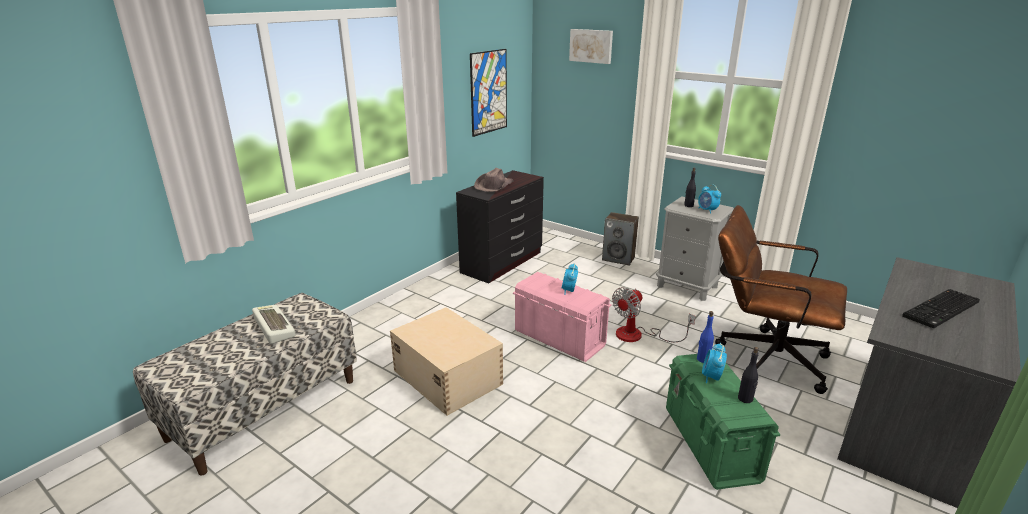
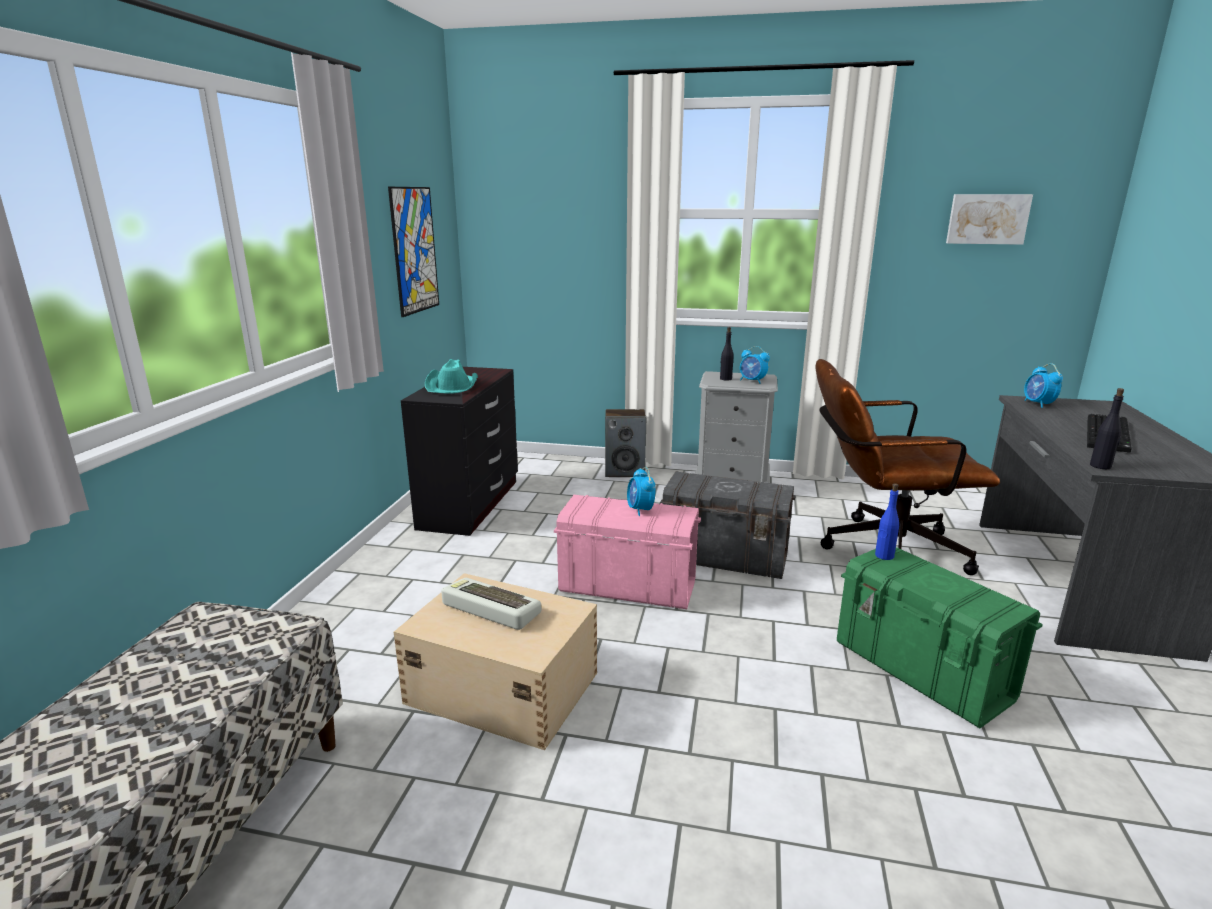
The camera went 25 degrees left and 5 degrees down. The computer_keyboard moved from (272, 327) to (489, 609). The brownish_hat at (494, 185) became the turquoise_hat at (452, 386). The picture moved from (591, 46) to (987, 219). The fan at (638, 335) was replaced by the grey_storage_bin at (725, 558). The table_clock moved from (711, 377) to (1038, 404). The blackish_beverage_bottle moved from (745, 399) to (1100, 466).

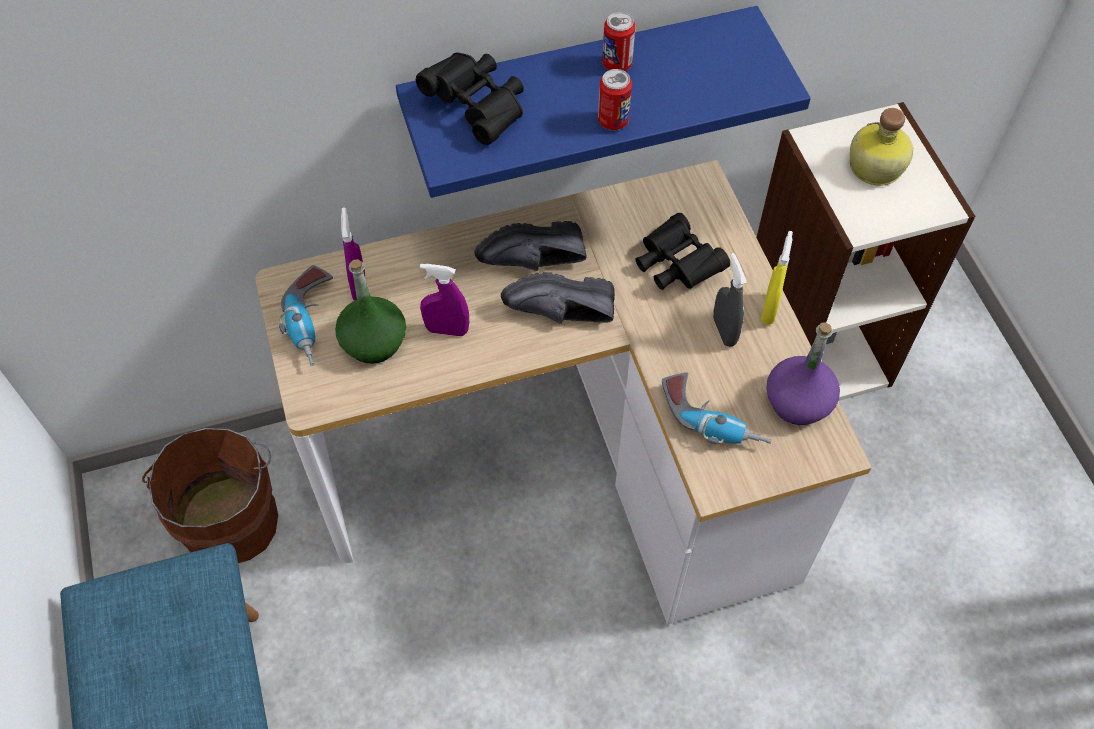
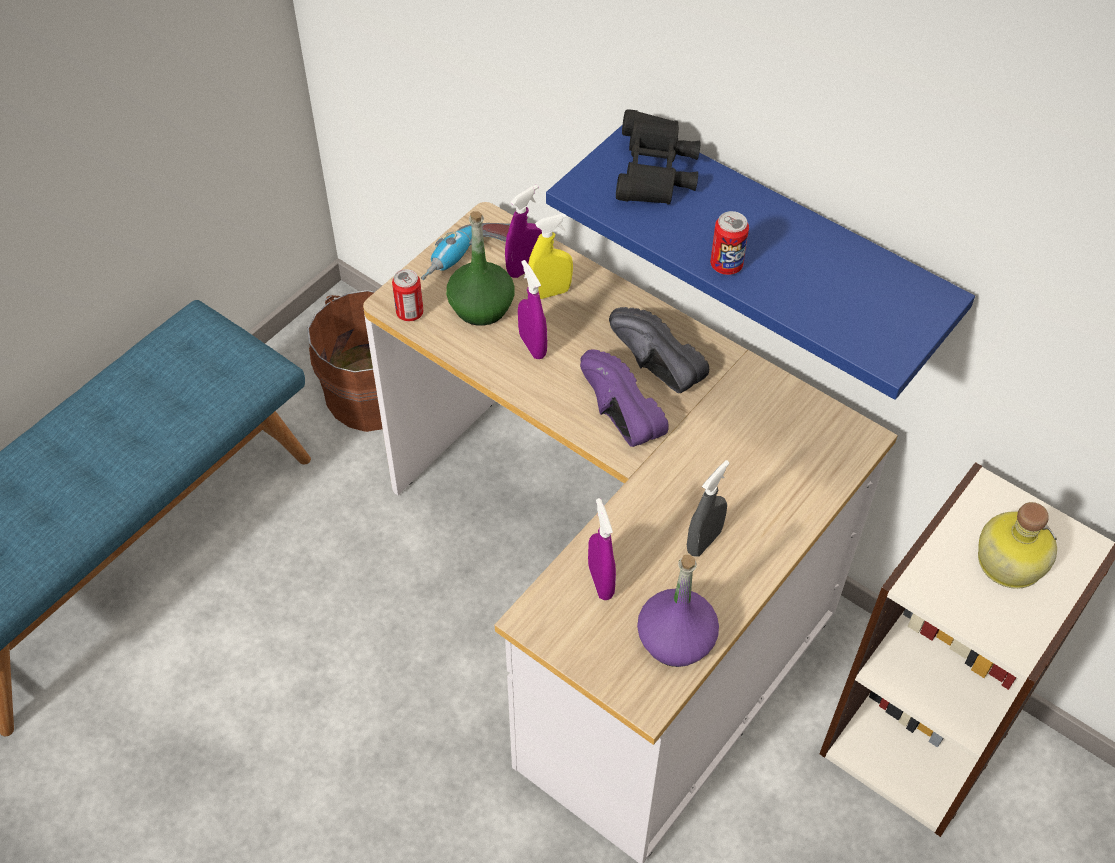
The camera went 55 degrees right and 5 degrees down. The blackish_low_shoe at (561, 316) became the purple-coloured_low_shoe at (614, 414). The can moved from (617, 64) to (410, 313). The blackish_field_glasses at (676, 265) disappeared. The power_drill at (713, 419) was replaced by the purple-coloured_sprayer at (600, 582). The yellow_sprayer moved from (769, 309) to (550, 292).

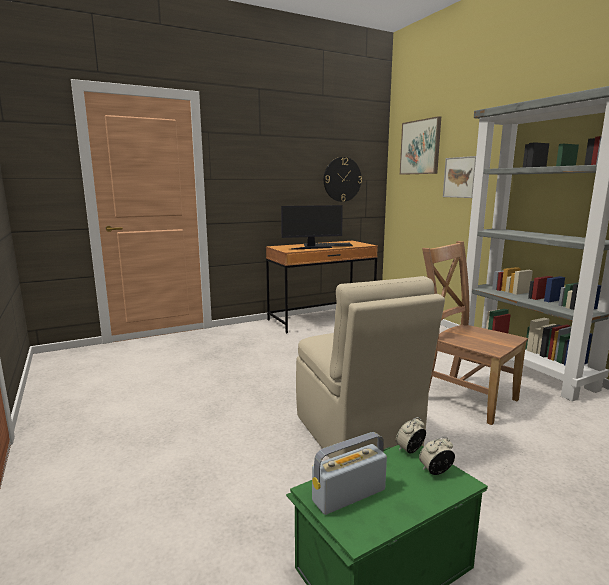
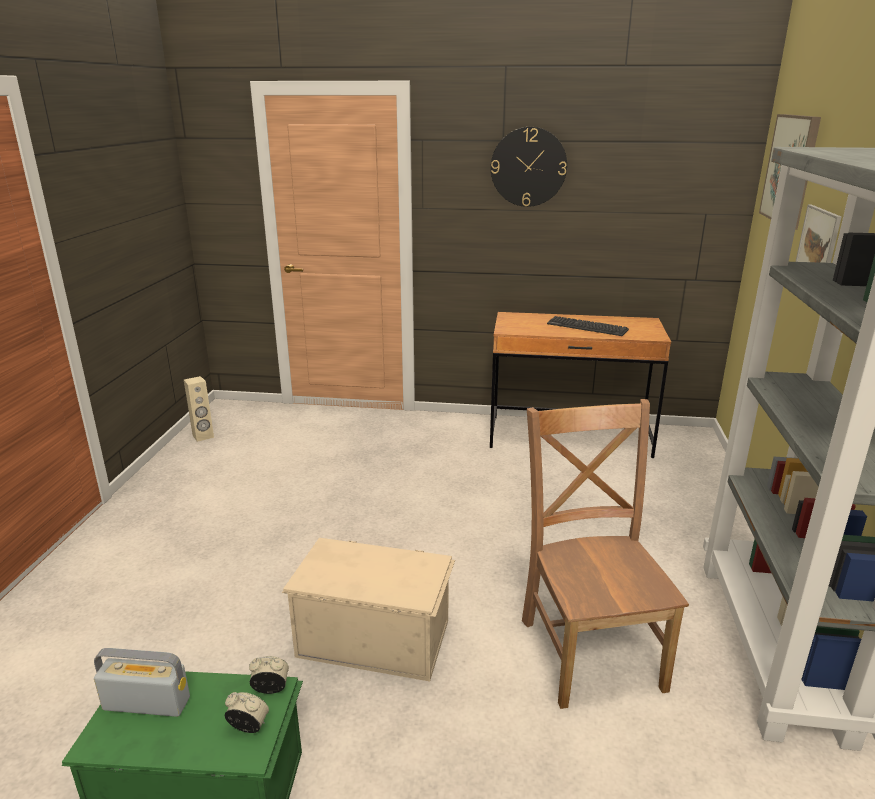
The camera went 35 degrees right and 10 degrees up. The monitor at (311, 248) disappeared. The beige-coloured_plain_chair at (356, 436) was replaced by the beige-coloured_storage_bin at (373, 636). The clock_on_the_wall moved from (342, 179) to (528, 167). The beige-coloured_loudspeaker at (203, 436) appeared.

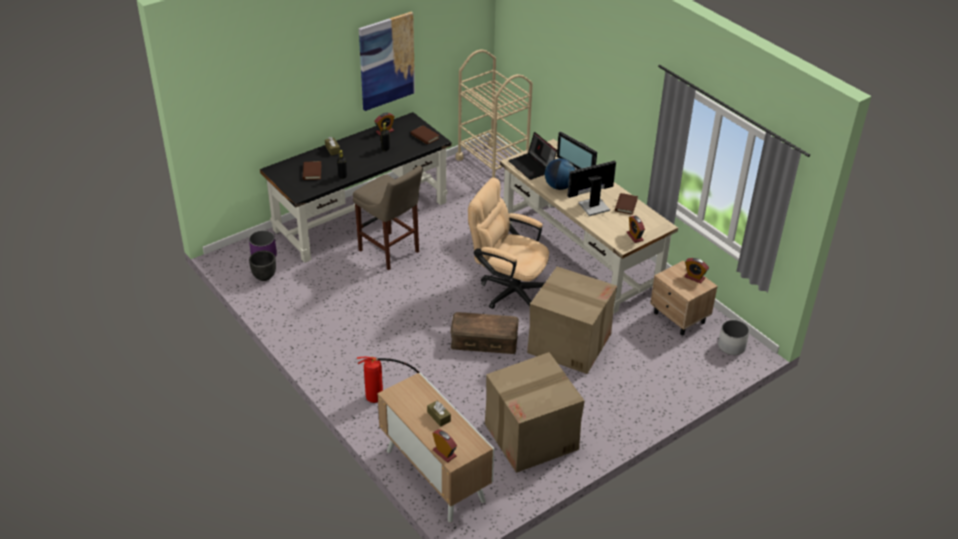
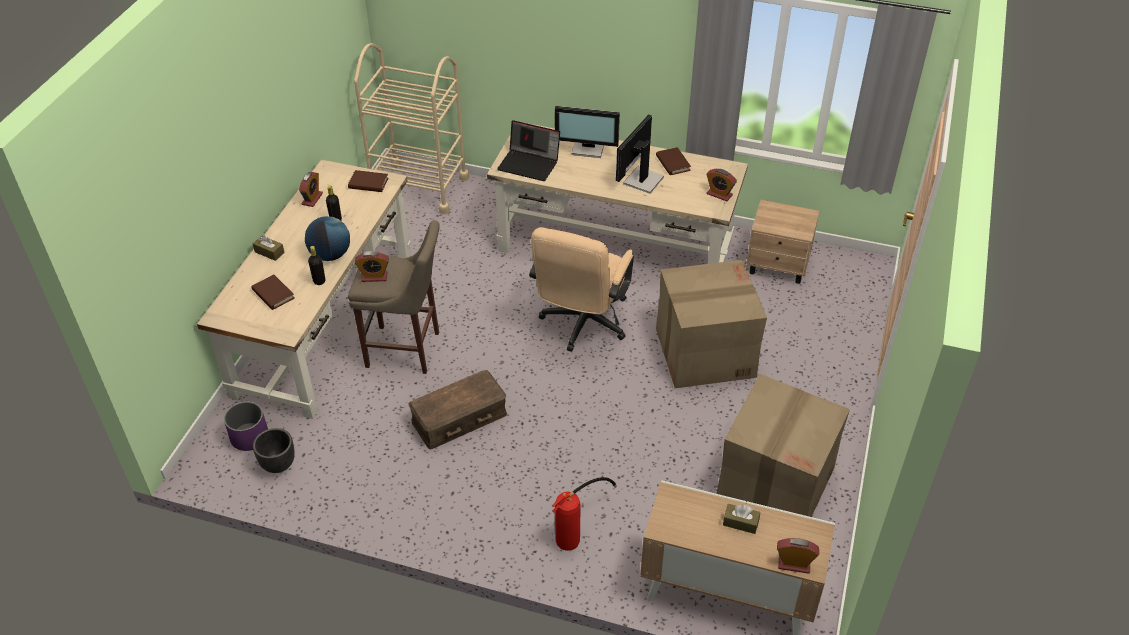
The camera went 35 degrees left and 5 degrees up. The blackish_desk_table at (361, 215) became the beige-coloured_desk_table at (325, 322). The picture at (386, 61) disappeared. The brownish_storage_bin moved from (484, 341) to (459, 418). The beige-coloured_desk_chair at (508, 289) turned 60 degrees counterclockwise. The world_globe moved from (559, 186) to (330, 255). The table_clock moved from (694, 277) to (374, 277). The white-coloured_flower_pot at (731, 346) disappeared.

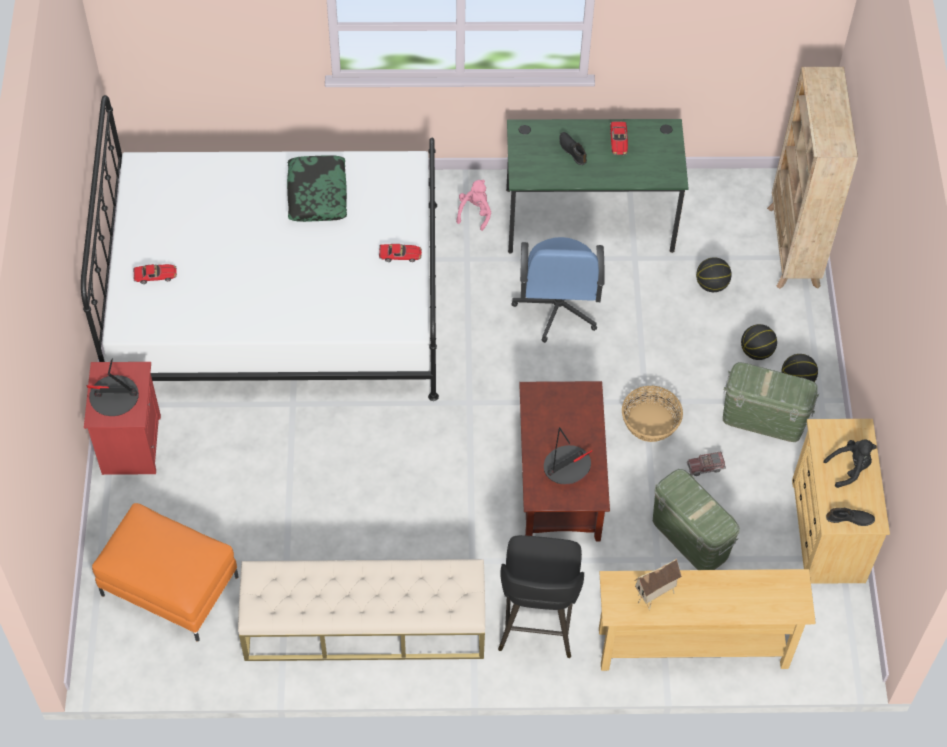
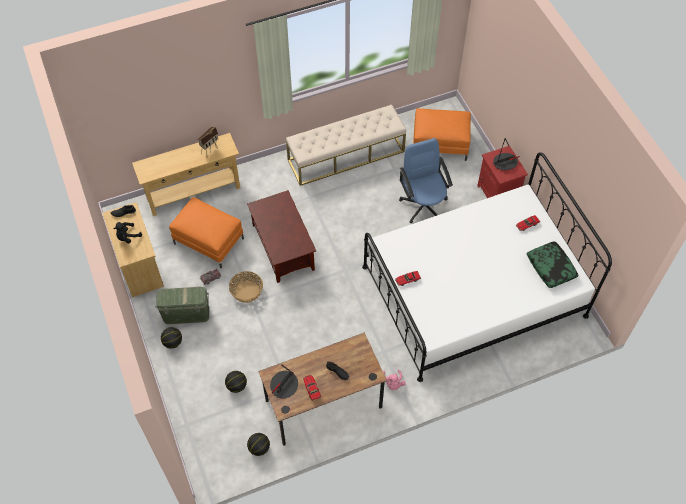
The camera went 160 degrees right and 0 degrees up. The cushion moved from (317, 194) to (551, 267). The blackish_sitting_stool at (537, 624) disappeared. The green-coloured_desk_table at (589, 219) became the brownish_desk_table at (323, 403). The bluish_desk_chair moved from (557, 308) to (423, 205). The lamp_for_a_table moved from (567, 466) to (284, 385). The green-coloured_storage_bin at (690, 537) was replaced by the orange-coloured_pouffe at (208, 241). The basketball_ball moved from (756, 351) to (259, 448). The beige-coloured_bookcase at (792, 247) disappeared.

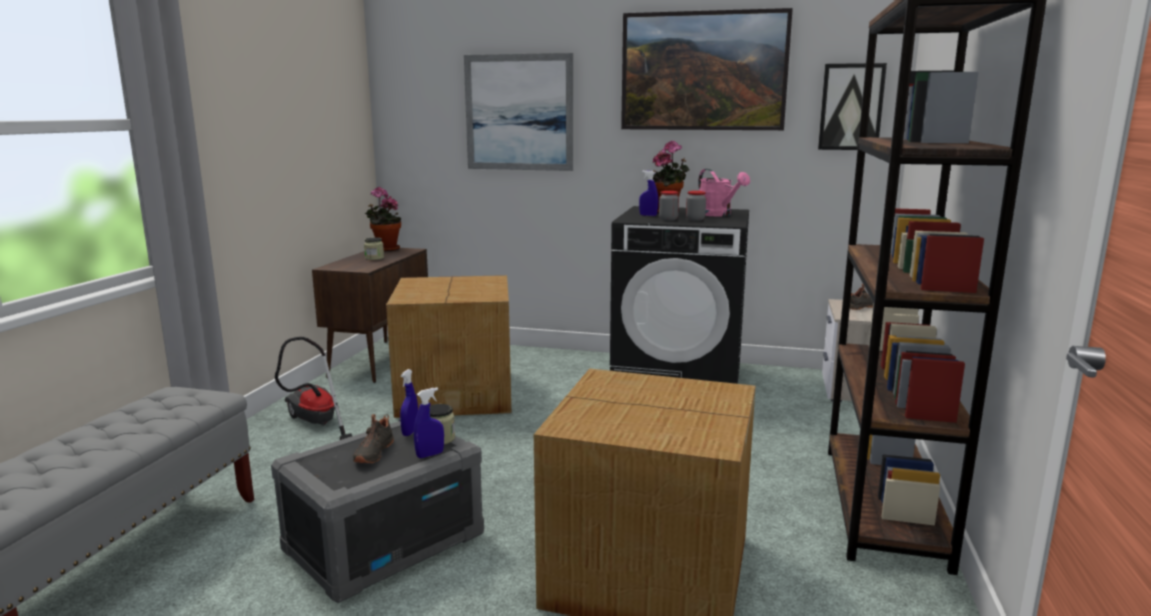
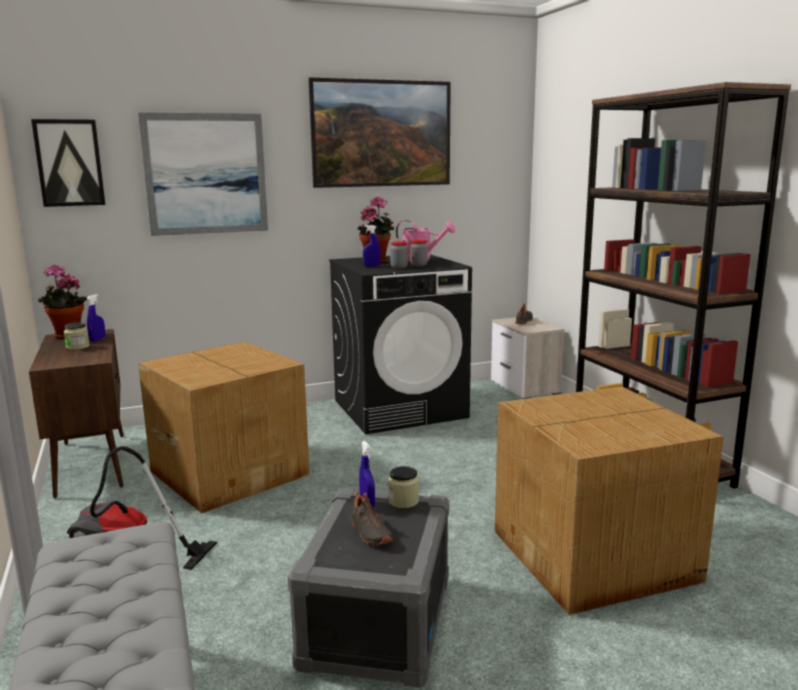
The camera went 35 degrees left and 0 degrees up. The bluish_sprayer moved from (430, 455) to (97, 340). The picture moved from (851, 107) to (69, 163).

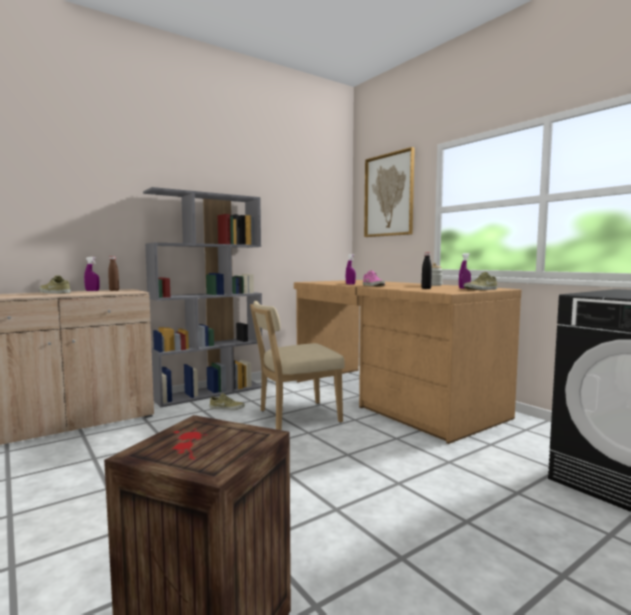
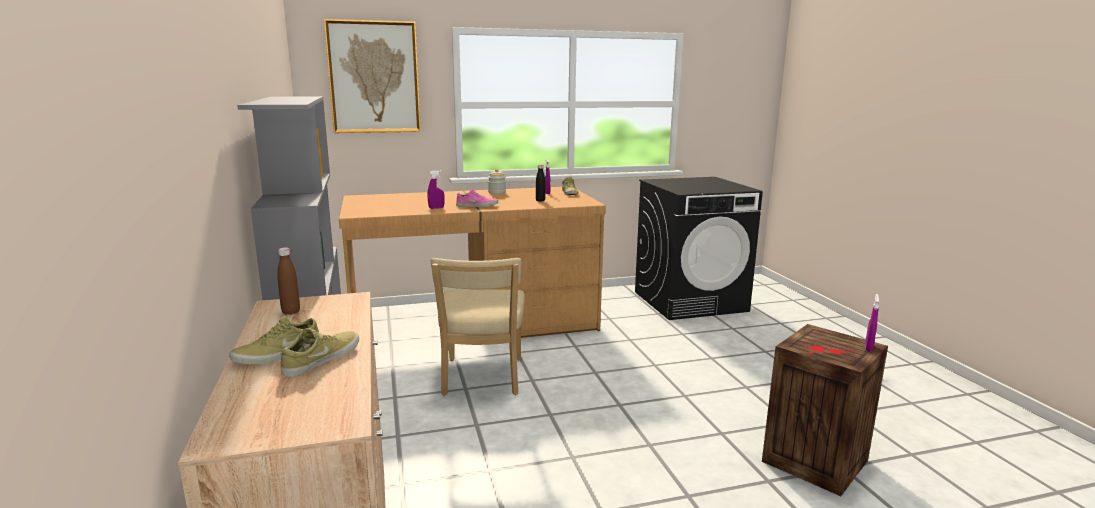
The camera went 70 degrees left and 10 degrees up. The purple-coloured_sprayer moved from (92, 291) to (868, 347). The beige-coloured_low_shoe moved from (227, 408) to (321, 359).

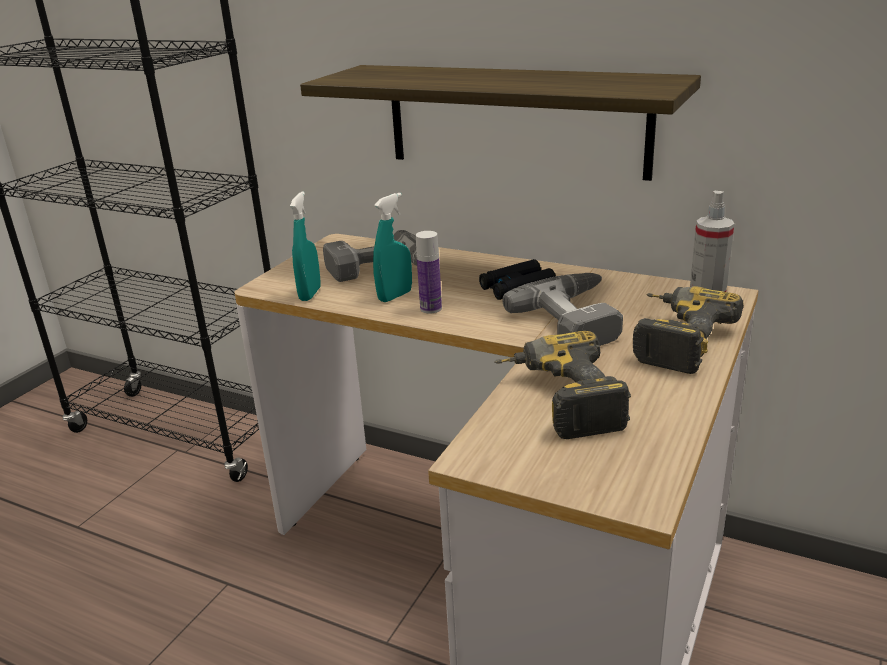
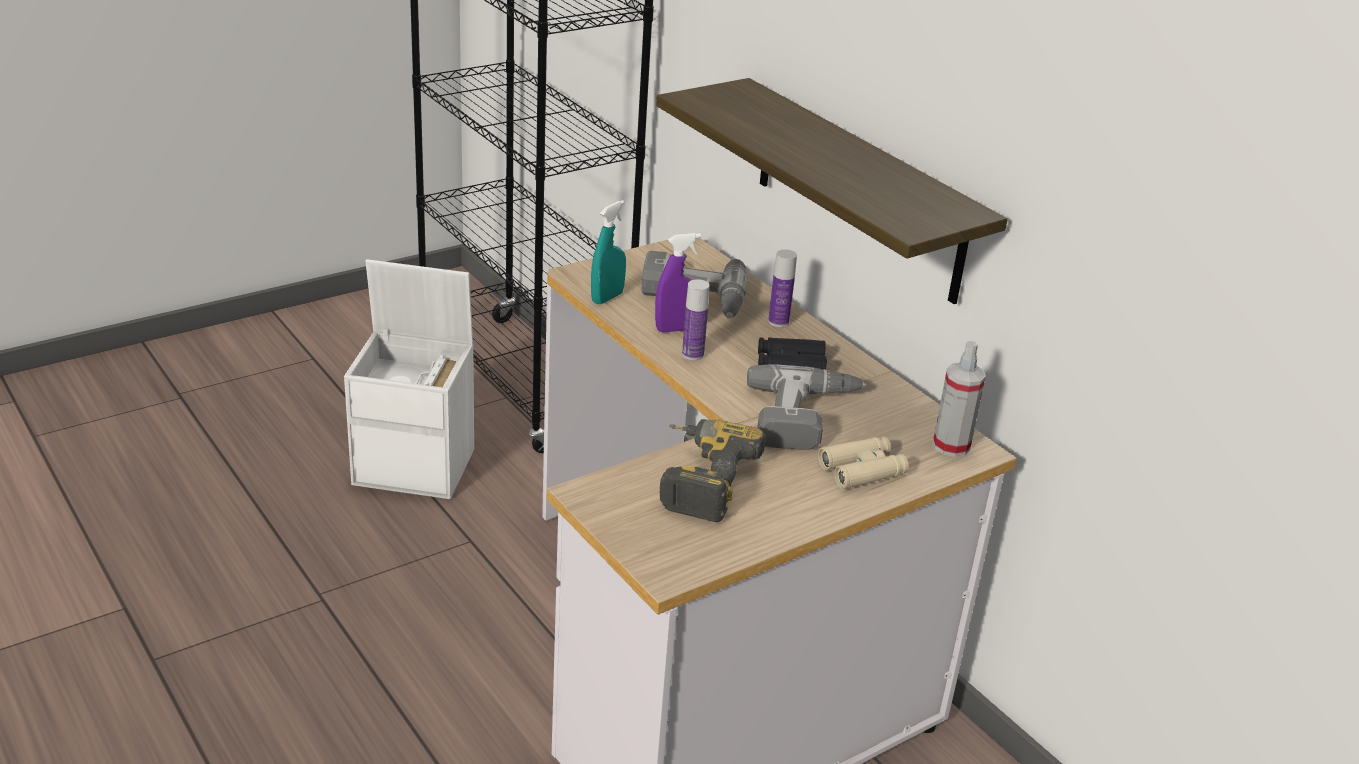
The camera went 25 degrees right and 5 degrees up. The turquoise_sprayer at (395, 296) became the purple-coloured_sprayer at (676, 329). The power_drill at (673, 340) was replaced by the beige-coloured_field_glasses at (862, 470). The white-coloured_storage_bin at (417, 466) appeared. The beverage_bottle at (778, 321) appeared.

